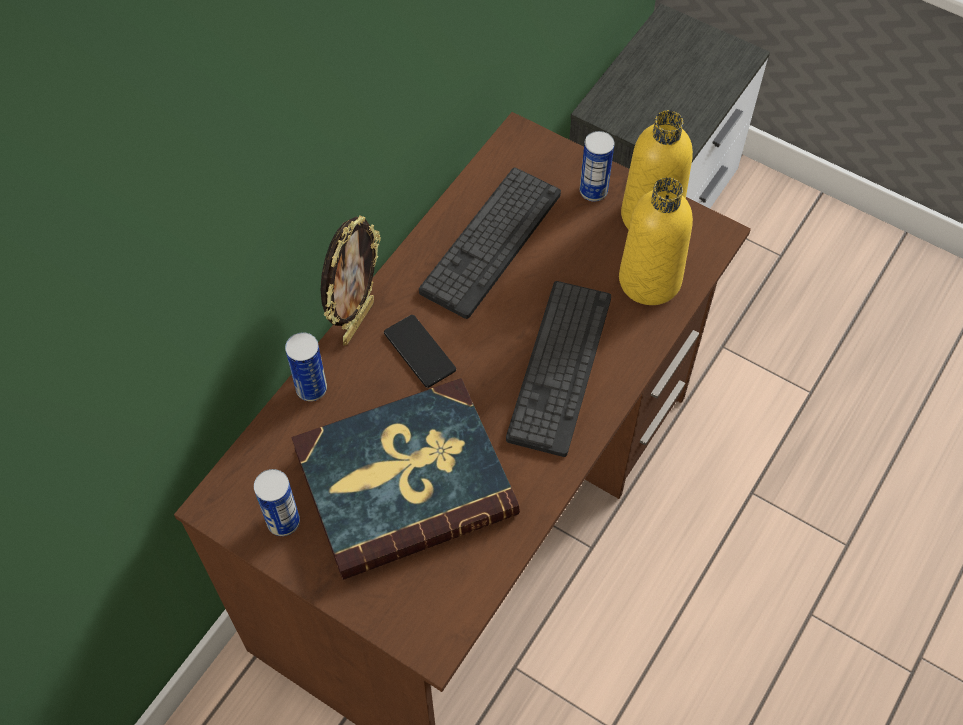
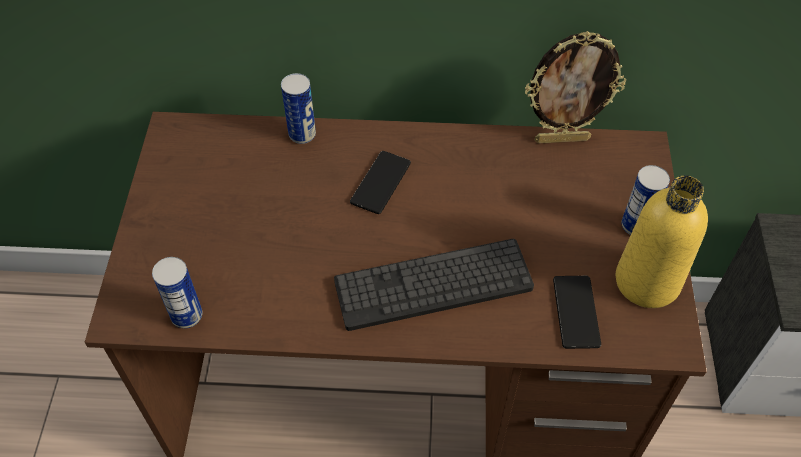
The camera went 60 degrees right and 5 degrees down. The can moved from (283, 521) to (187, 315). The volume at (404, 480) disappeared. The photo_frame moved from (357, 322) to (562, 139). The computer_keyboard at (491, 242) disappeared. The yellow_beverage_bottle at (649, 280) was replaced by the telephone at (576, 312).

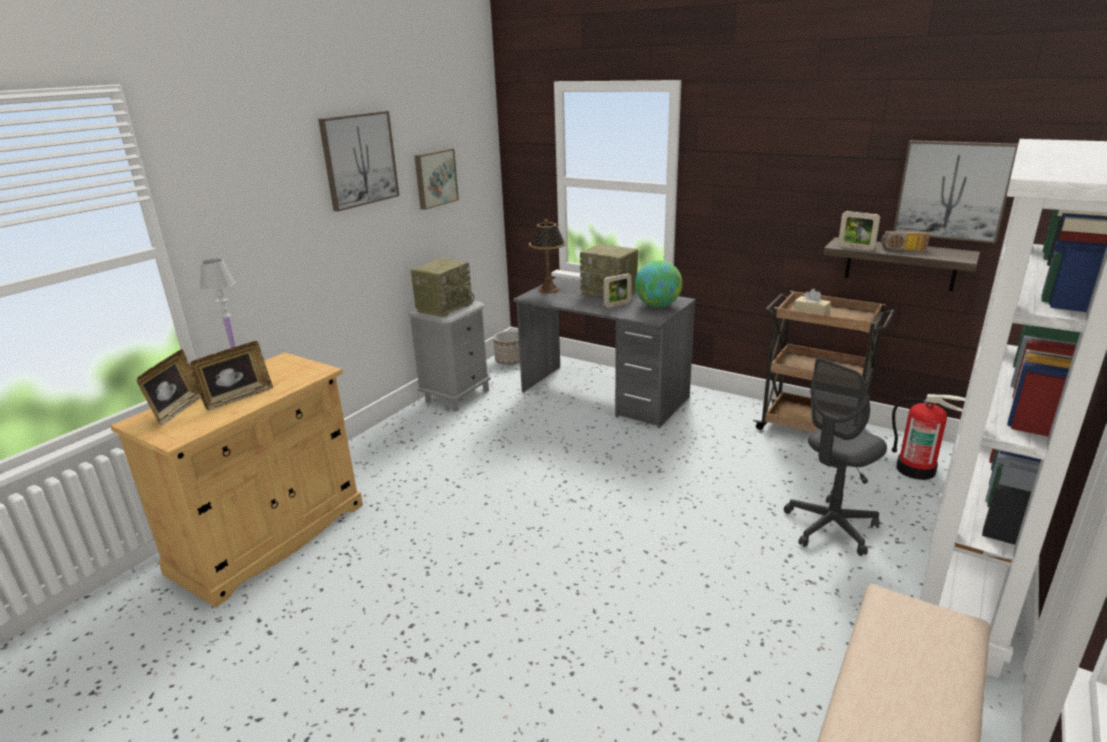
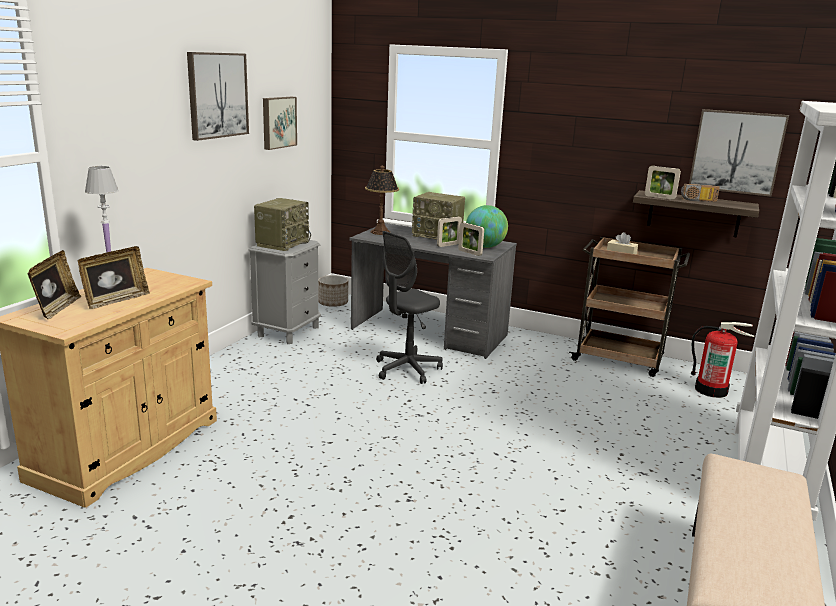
The camera went 10 degrees left and 5 degrees down. The grey_desk_chair moved from (830, 527) to (407, 369). The photo_frame at (470, 253) appeared.

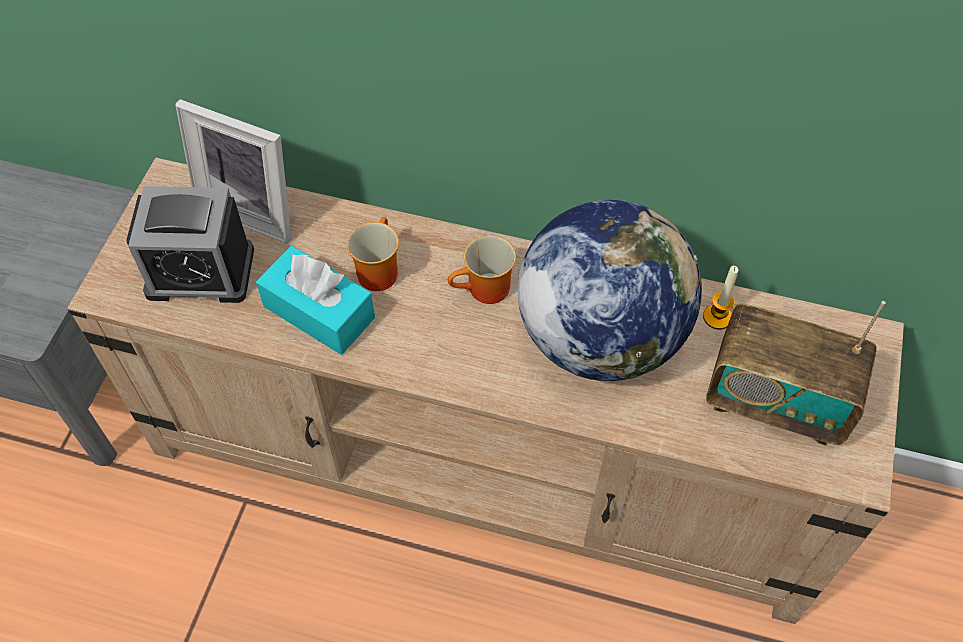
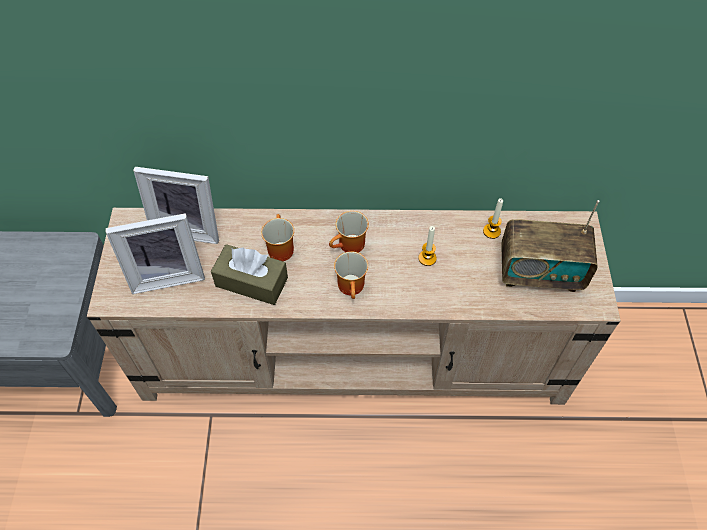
The camera went 15 degrees left and 0 degrees up. The table_clock at (200, 272) was replaced by the photo_frame at (167, 274). The turquoise_box_of_tissues at (319, 312) became the brownish_box_of_tissues at (251, 282). The world_globe at (600, 336) was replaced by the wax_candle at (427, 258). The mug at (353, 287) appeared.

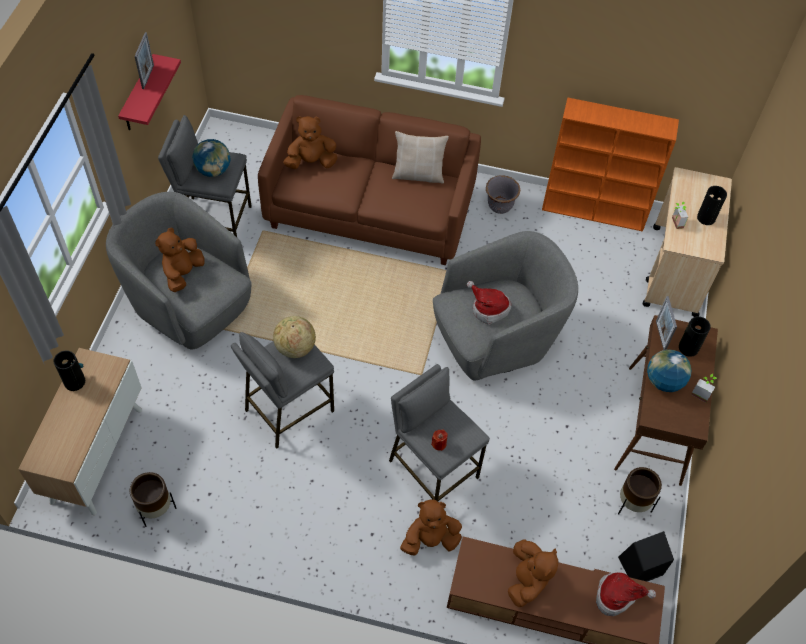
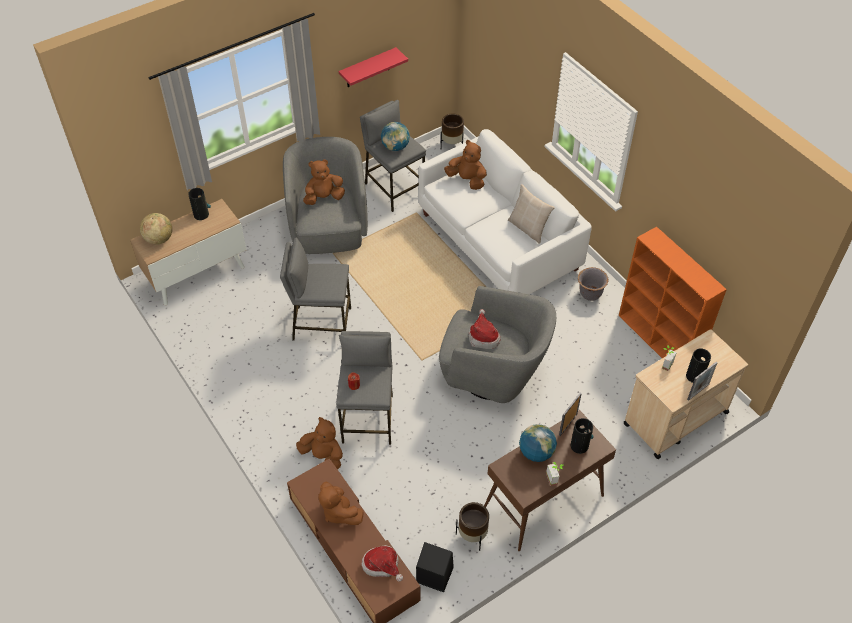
The camera went 45 degrees right and 5 degrees down. The brownish_flower_pot moved from (155, 510) to (452, 145). The photo_frame moved from (148, 77) to (698, 392). The brownish_sofa at (371, 208) became the white-coloured_sofa at (499, 241). The world_globe moved from (295, 348) to (159, 239). The brownish_cuddly_toy at (527, 580) turned 90 degrees clockwise.

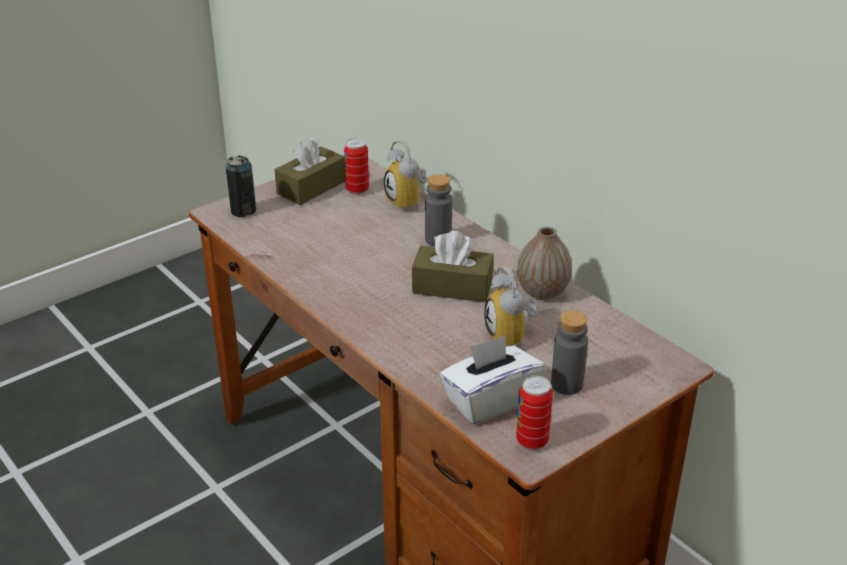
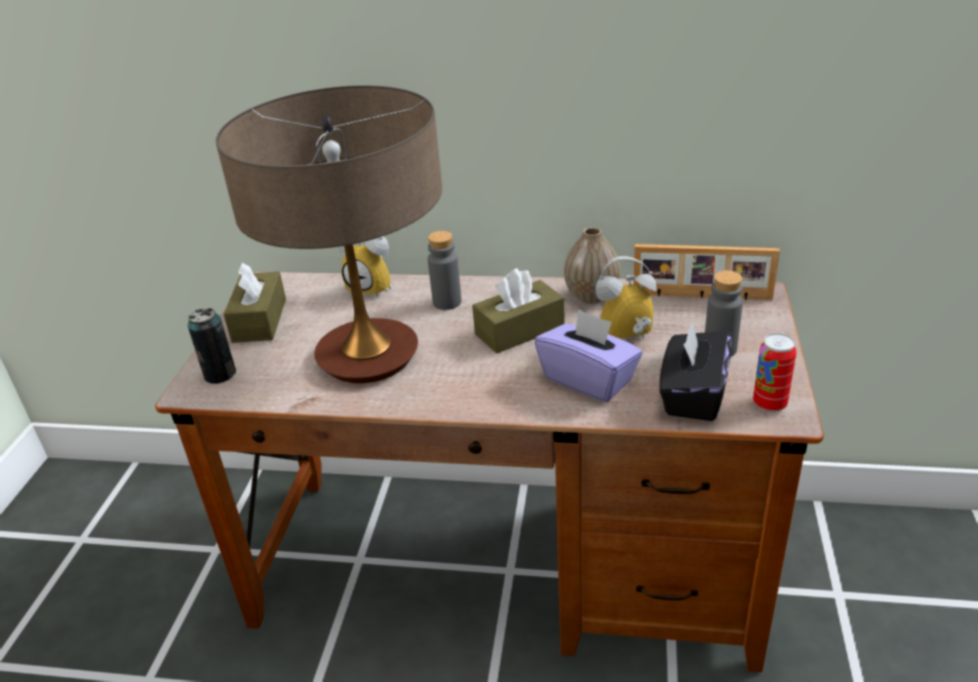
The camera went 40 degrees left and 0 degrees up. The can at (357, 190) disappeared. The white-coloured_box_of_tissues at (489, 401) became the blackish_box_of_tissues at (692, 395). The table_clock at (512, 337) turned 135 degrees clockwise. The lamp_for_a_table at (368, 357) appeared. The purple-coloured_box_of_tissues at (588, 379) appeared. The photo_frame at (701, 296) appeared.

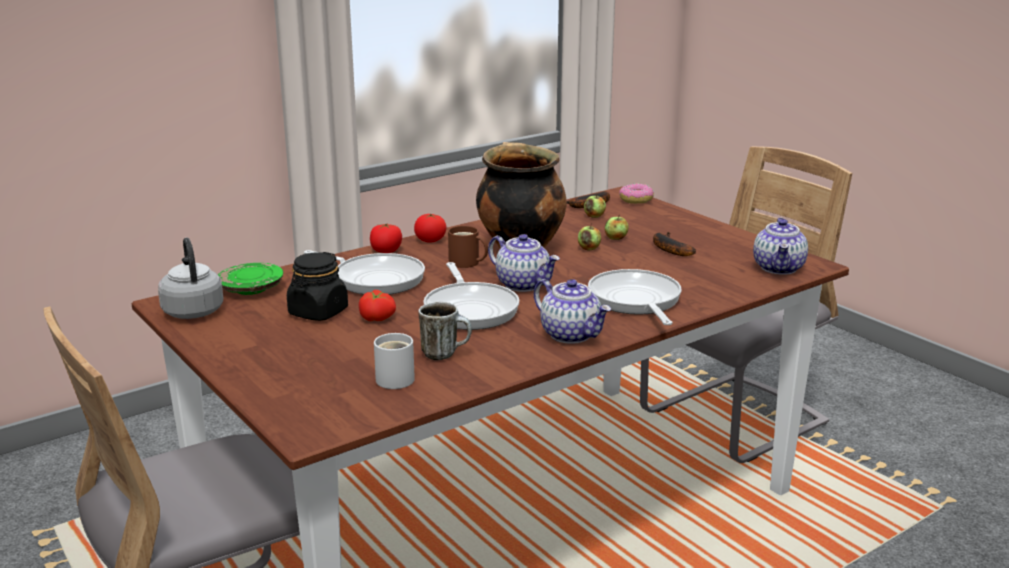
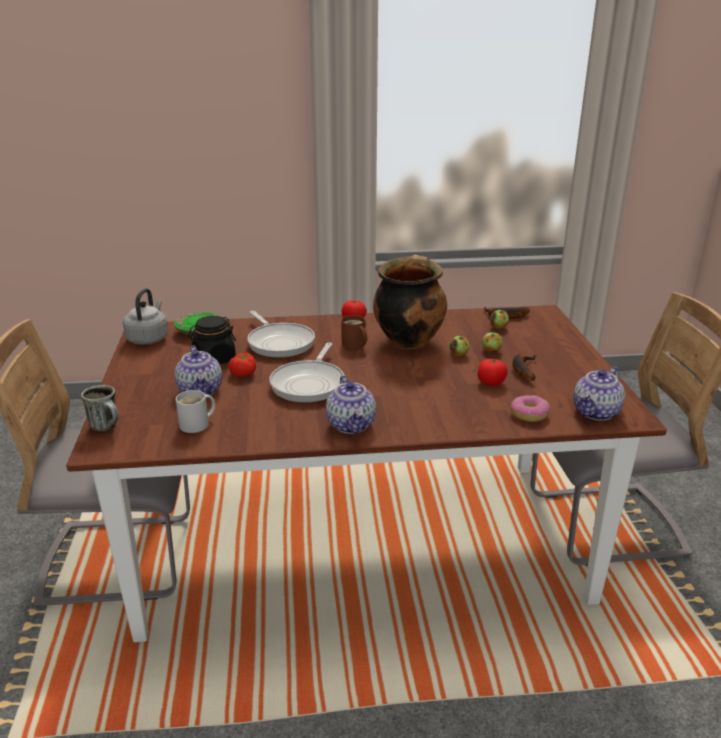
The camera went 30 degrees right and 5 degrees up. The whole_tomato moved from (386, 251) to (491, 382). The mug moved from (445, 354) to (108, 427). The pot_for_tea moved from (524, 284) to (201, 391). The skillet at (635, 301) disappeared. The ring_doughnut moved from (636, 200) to (529, 414).

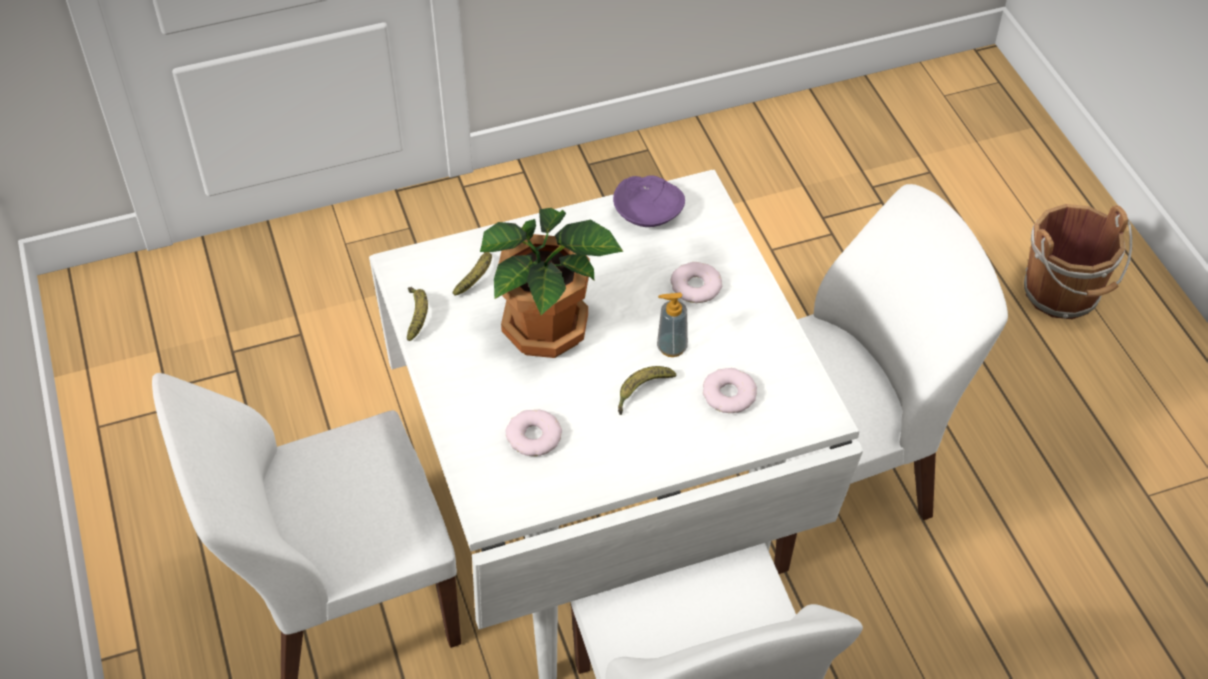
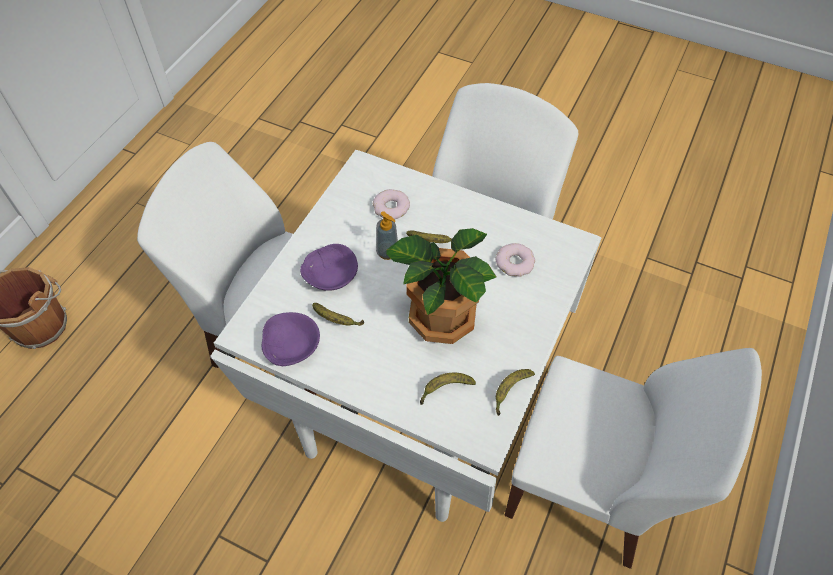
The camera went 135 degrees left and 5 degrees up. The ring_doughnut at (695, 287) was replaced by the purple-coloured_deep_dish at (330, 275). The whole_banana at (336, 320) appeared.

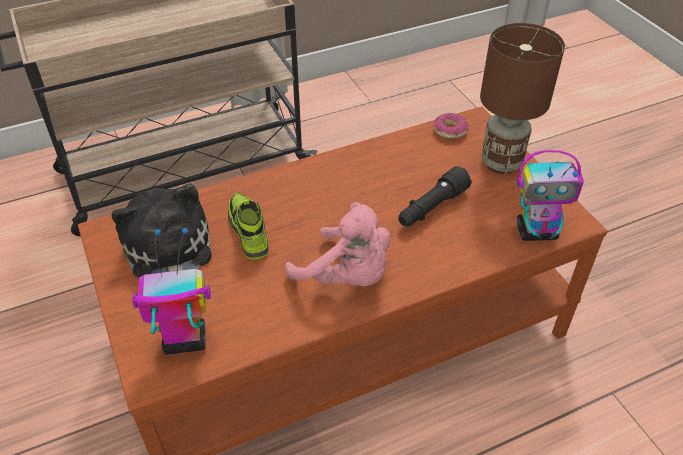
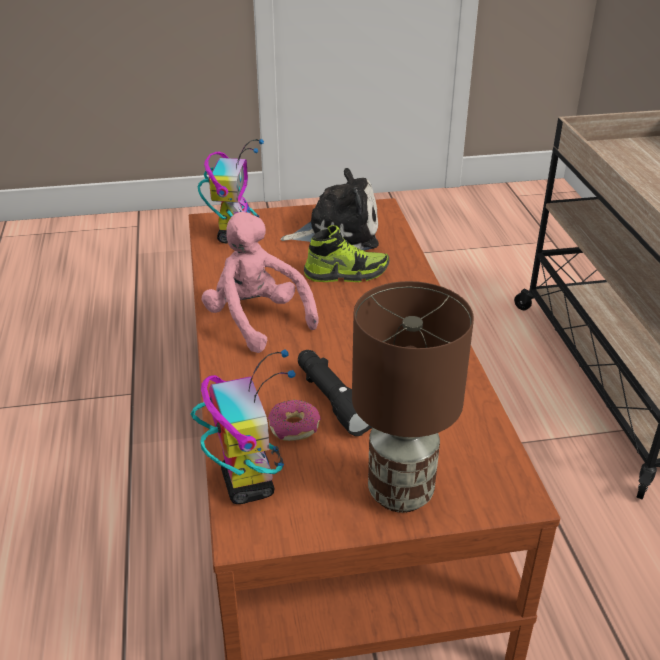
The camera went 105 degrees right and 10 degrees down. The pinkish_cuddly_toy at (346, 277) turned 90 degrees clockwise. The ring_doughnut moved from (449, 130) to (294, 427). The model_robot at (537, 231) turned 150 degrees clockwise.

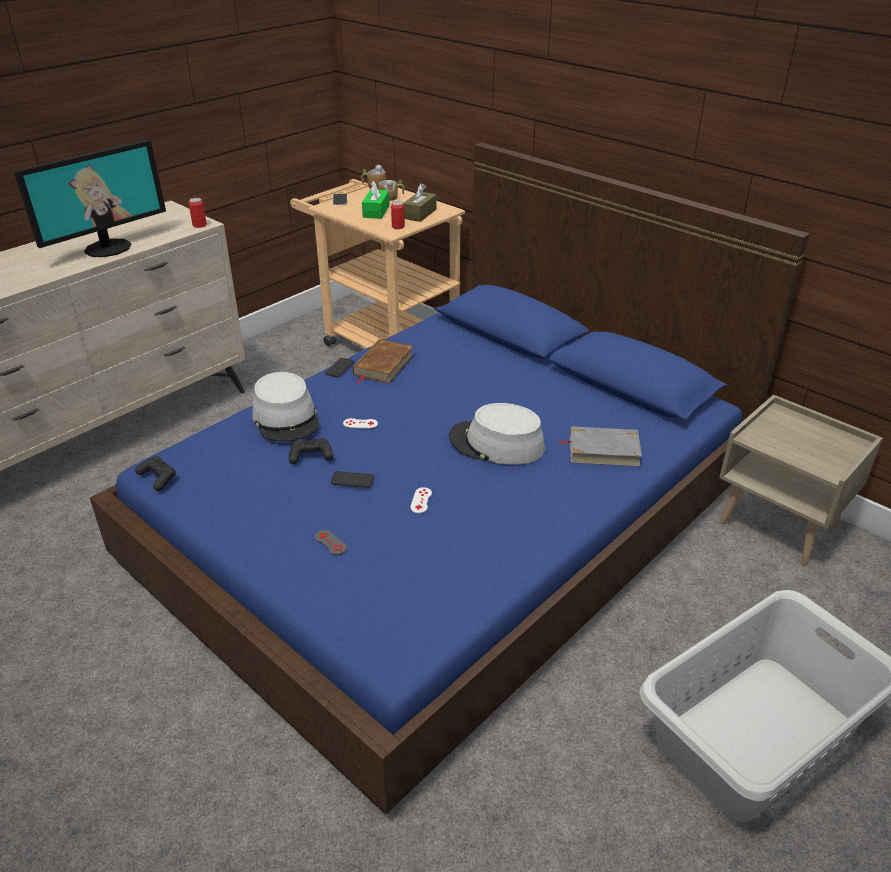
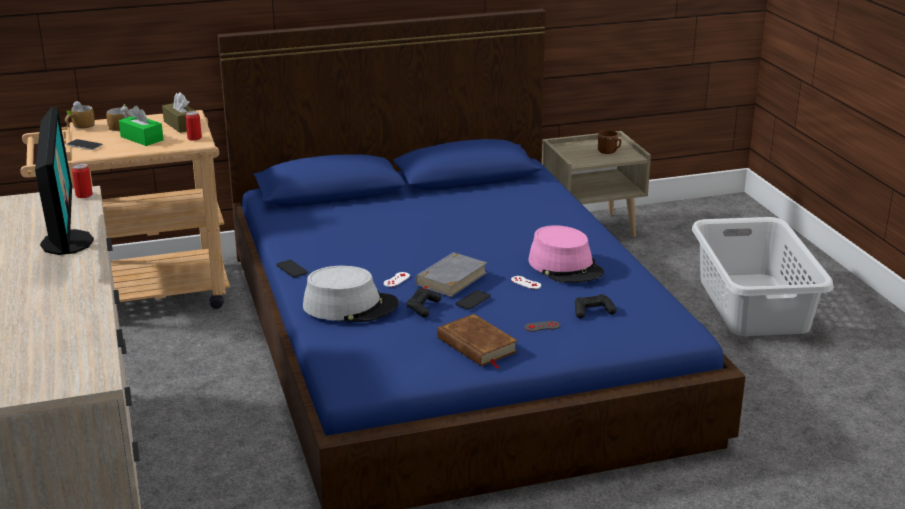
The camera went 60 degrees left and 10 degrees down. The blackish_joypad moved from (158, 478) to (593, 312). The brownish_volume moved from (383, 365) to (476, 345). The grey_hat at (496, 444) disappeared. The grey_volume moved from (603, 450) to (451, 279). The pinkish_hat at (565, 267) appeared. The brownish_mug at (609, 152) appeared.

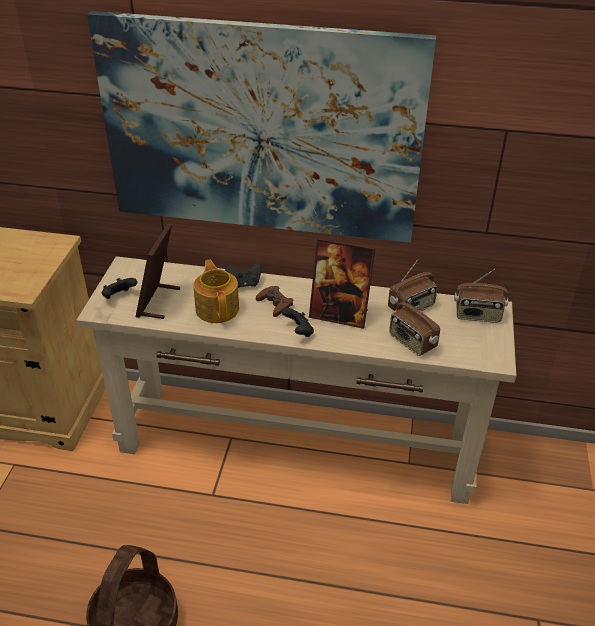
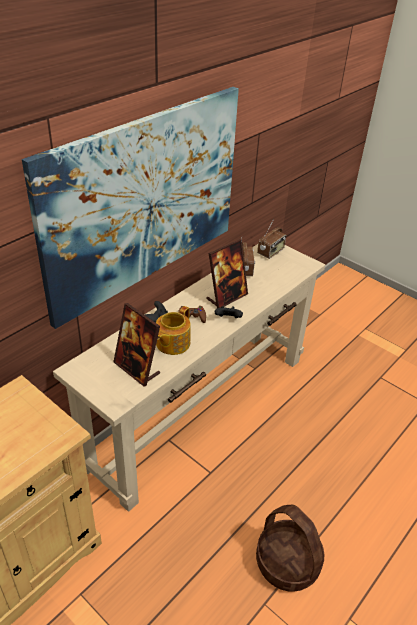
The camera went 60 degrees left and 0 degrees up. The blackish_joypad at (119, 297) disappeared. The pot_for_tea at (217, 308) turned 75 degrees counterclockwise. The radio at (412, 342) disappeared.

